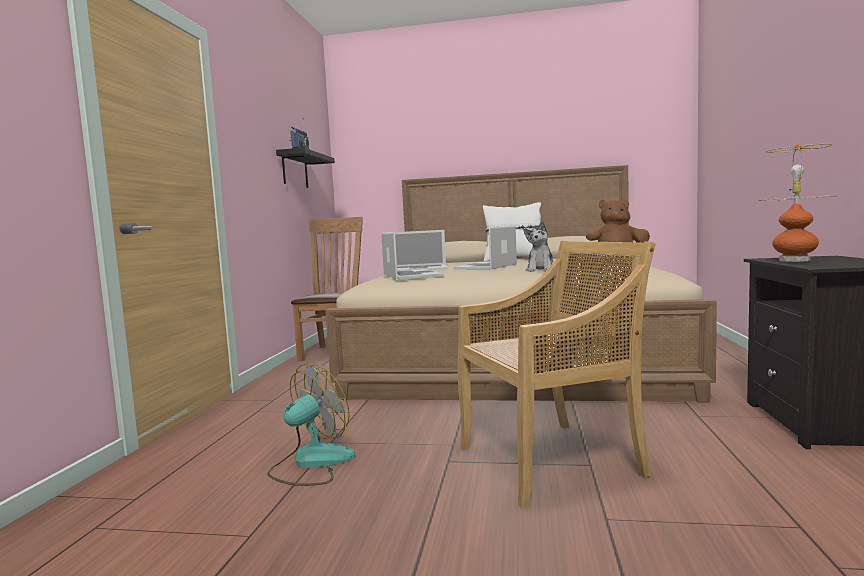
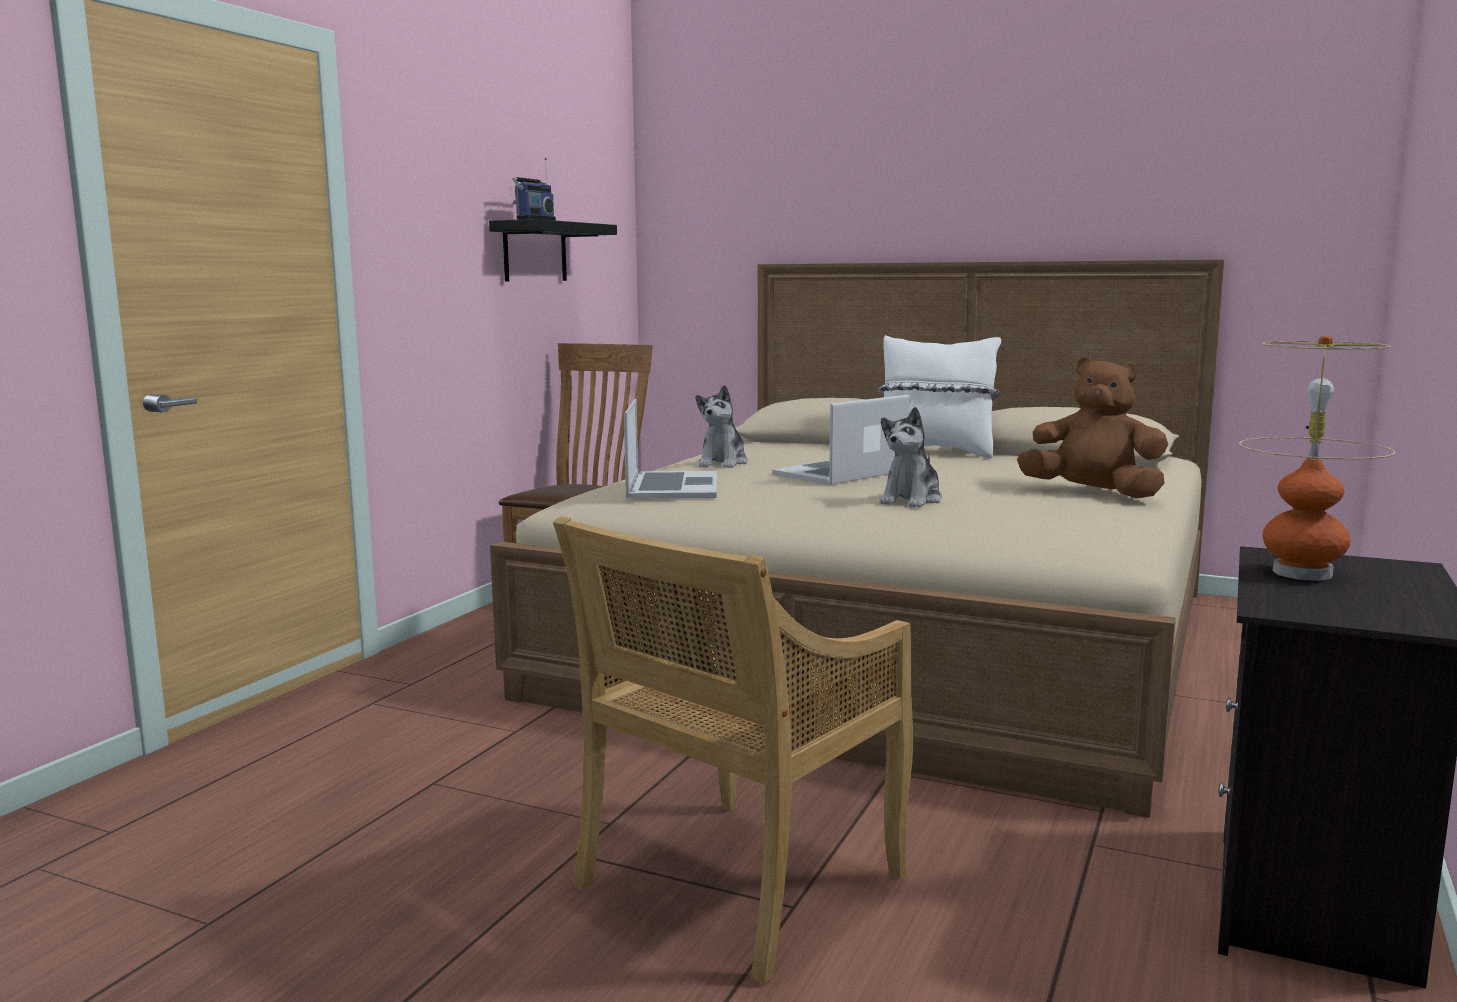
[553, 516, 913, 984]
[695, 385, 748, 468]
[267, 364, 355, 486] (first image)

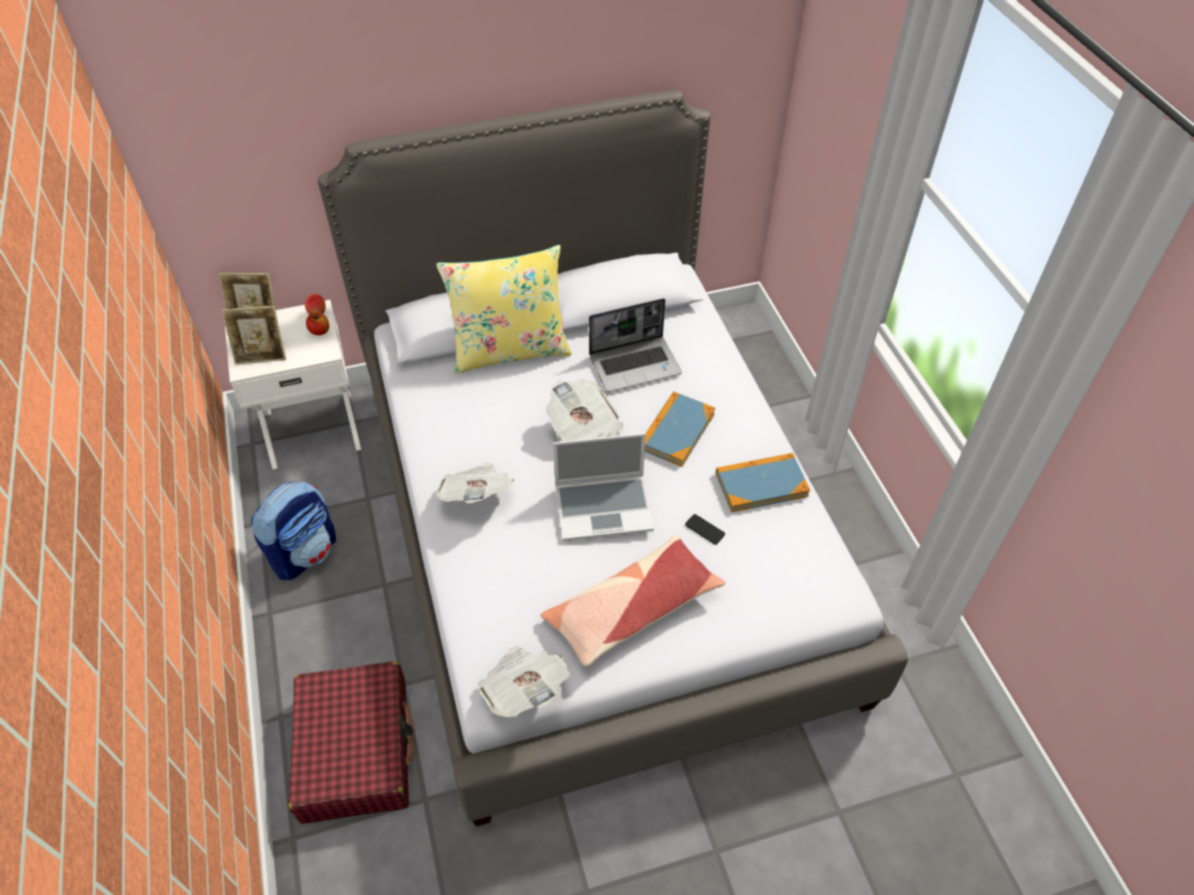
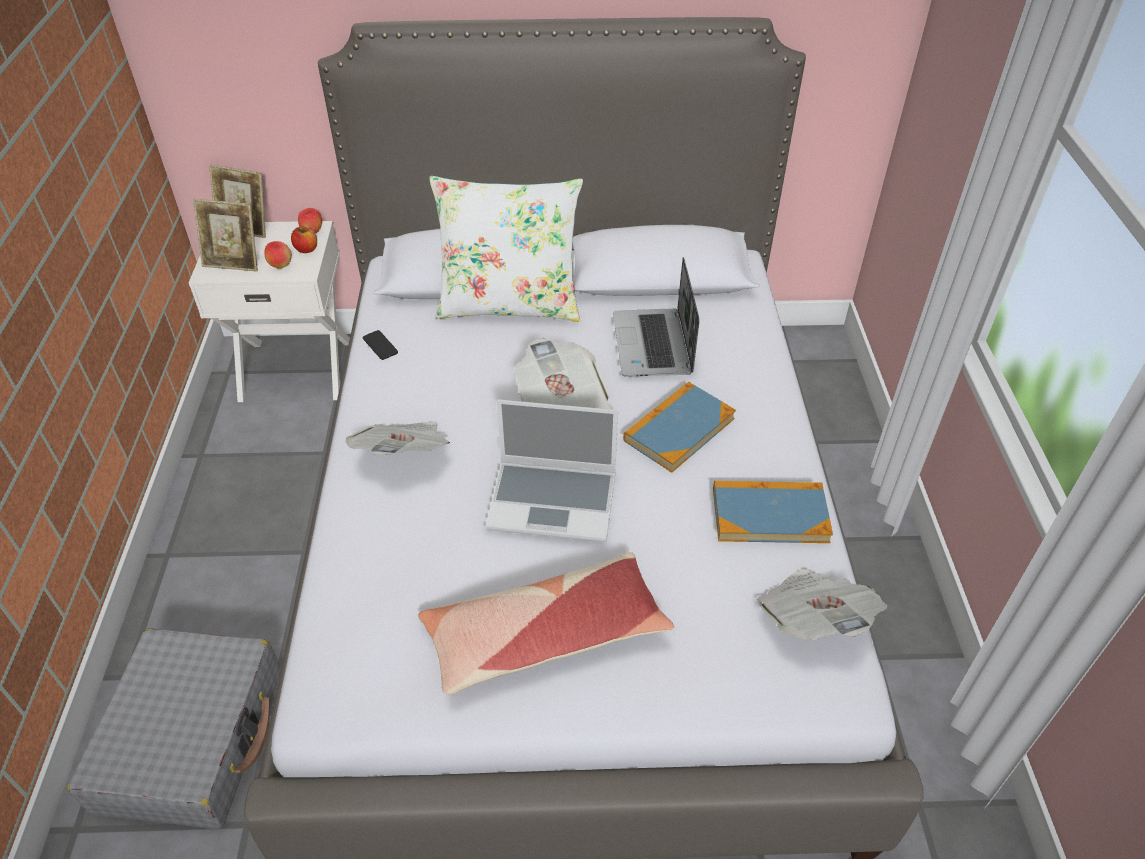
[67, 628, 281, 829]
[264, 241, 292, 269]
[363, 330, 398, 360]
[429, 176, 583, 322]
[613, 257, 700, 377]
[756, 568, 887, 640]
[251, 482, 336, 580] (first image)

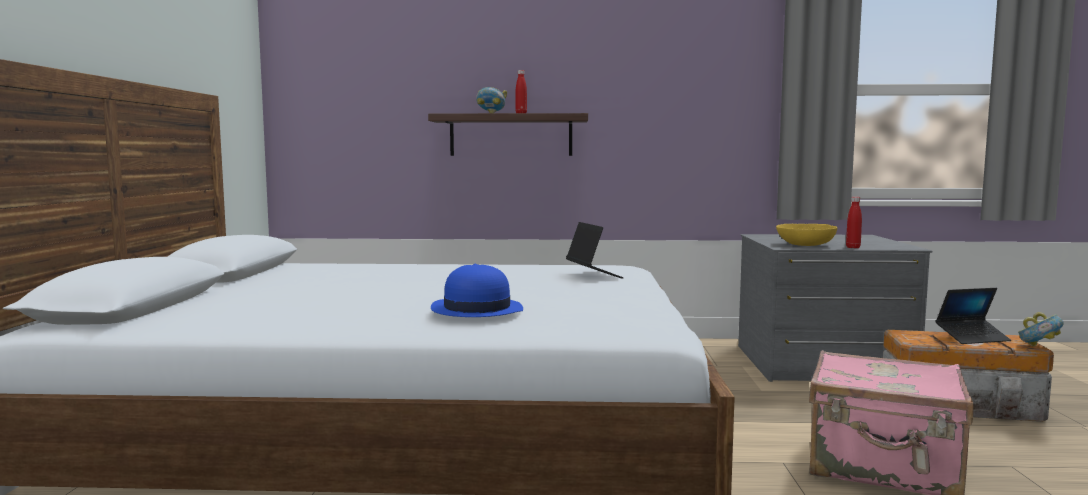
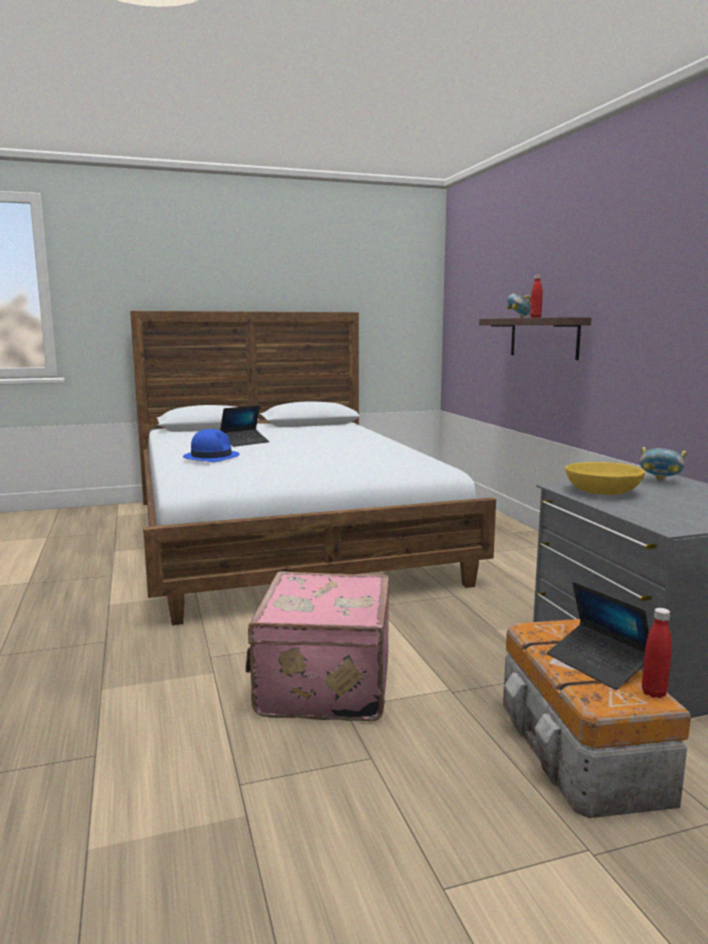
[220, 405, 269, 447]
[640, 447, 687, 481]
[642, 608, 672, 698]

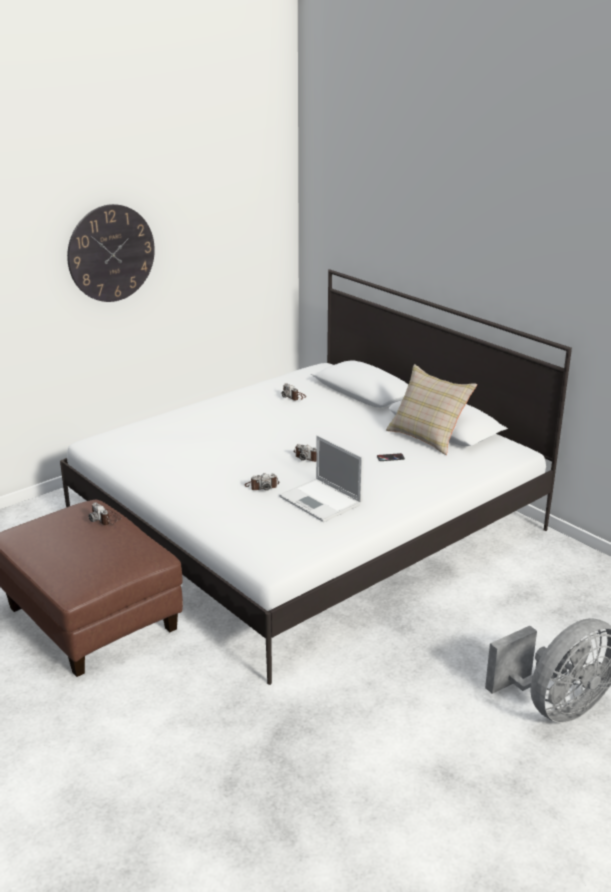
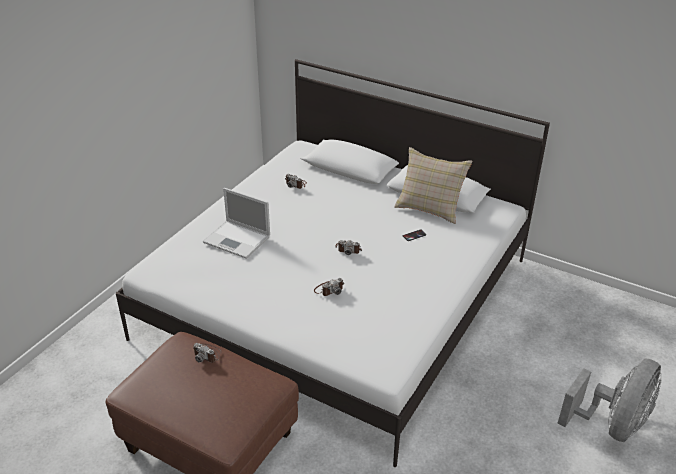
[203, 188, 270, 259]
[67, 204, 155, 302] (first image)

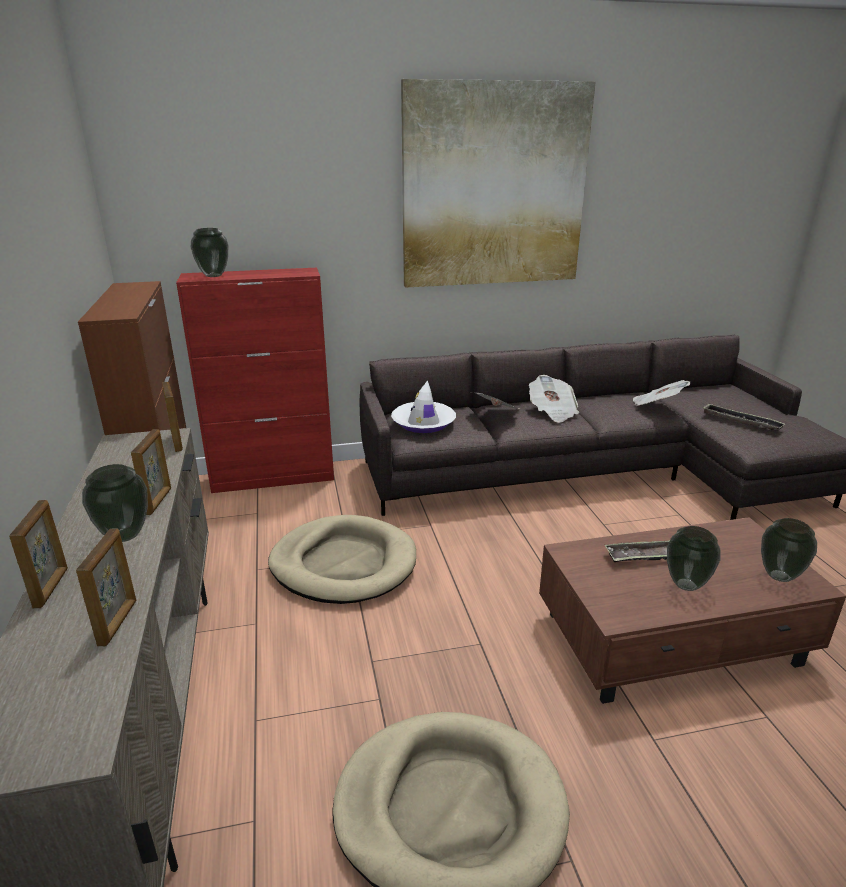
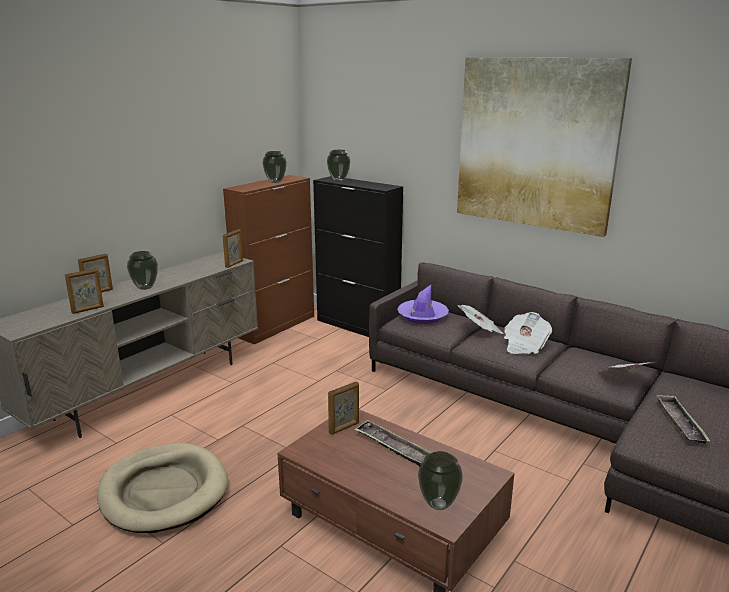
[263, 151, 287, 183]
[313, 176, 403, 337]
[328, 381, 359, 435]
[397, 285, 449, 324]
[268, 515, 416, 604] (first image)

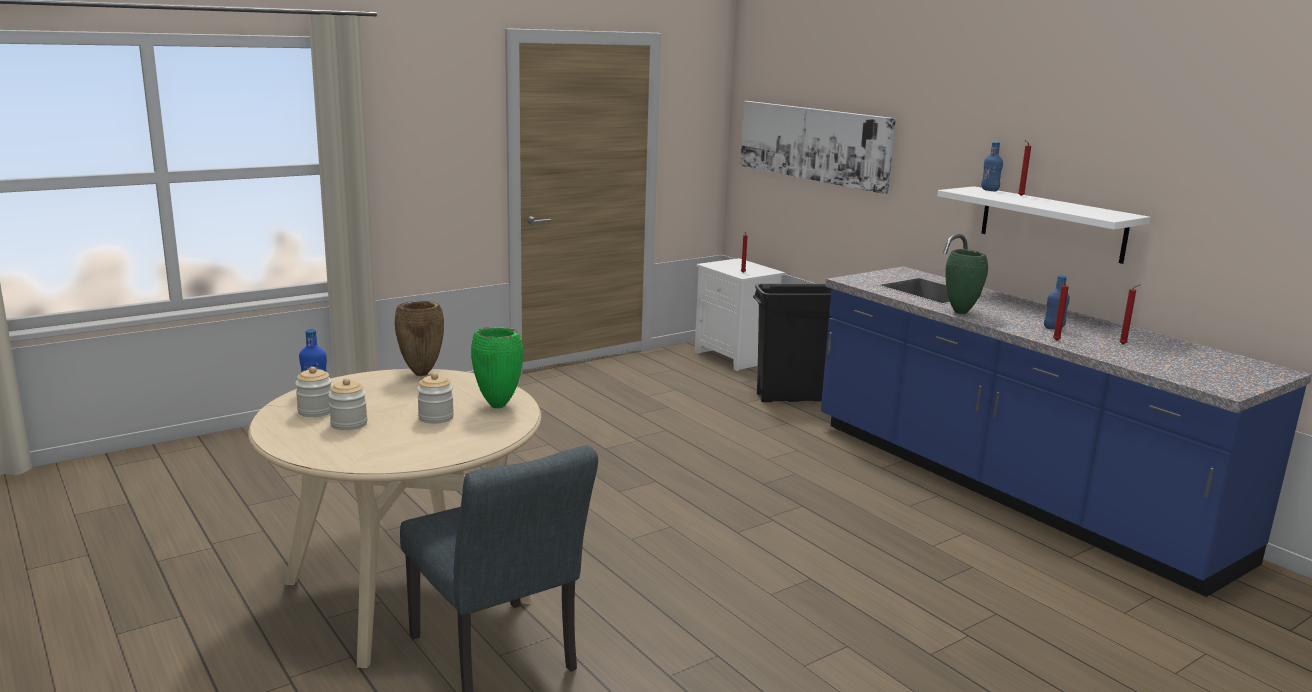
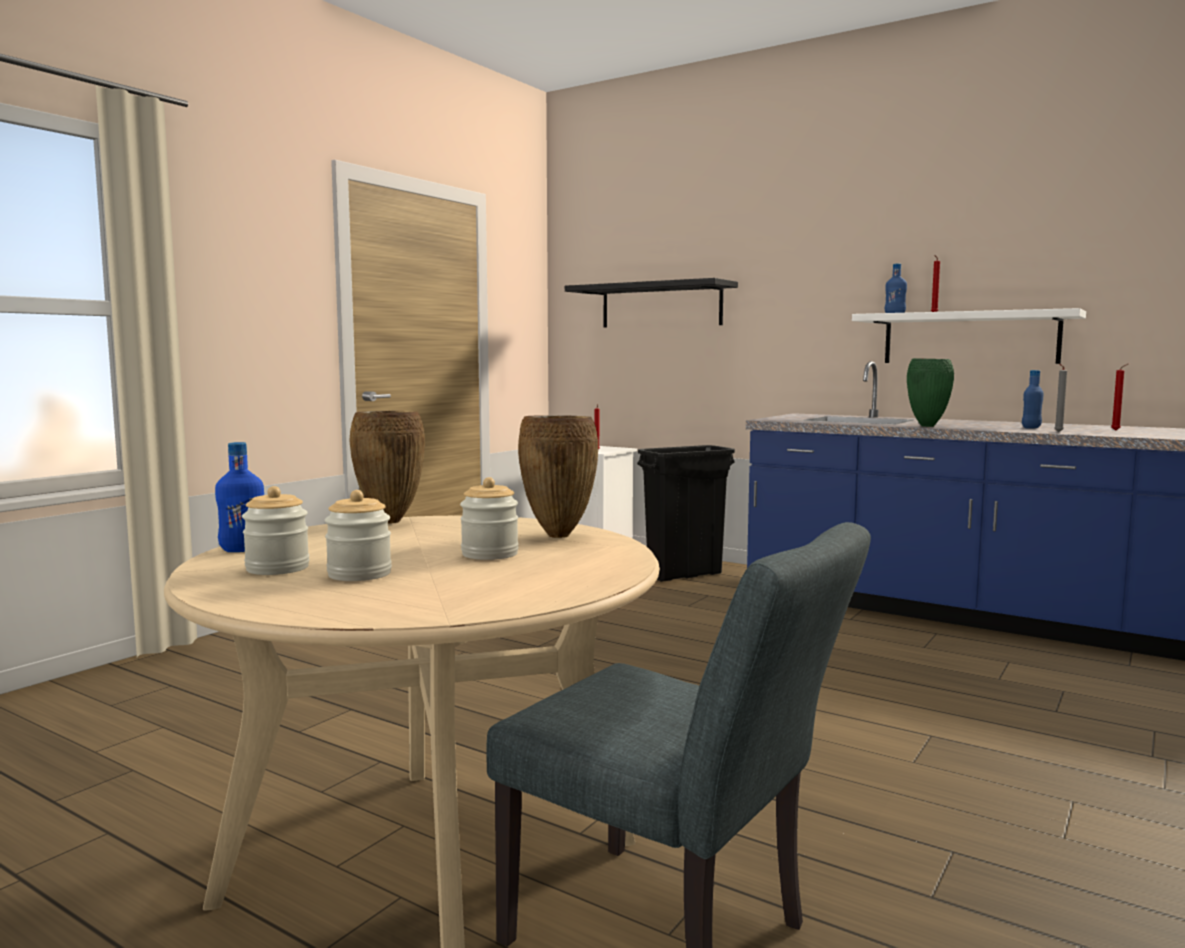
[518, 415, 598, 538]
[565, 278, 738, 328]
[1055, 364, 1067, 432]

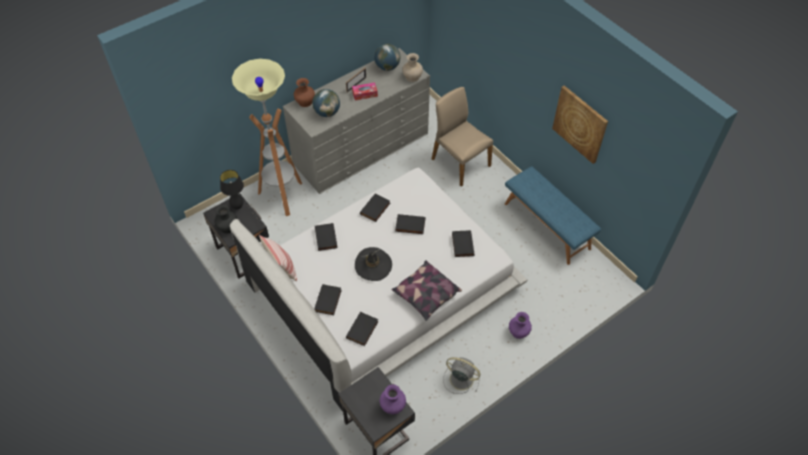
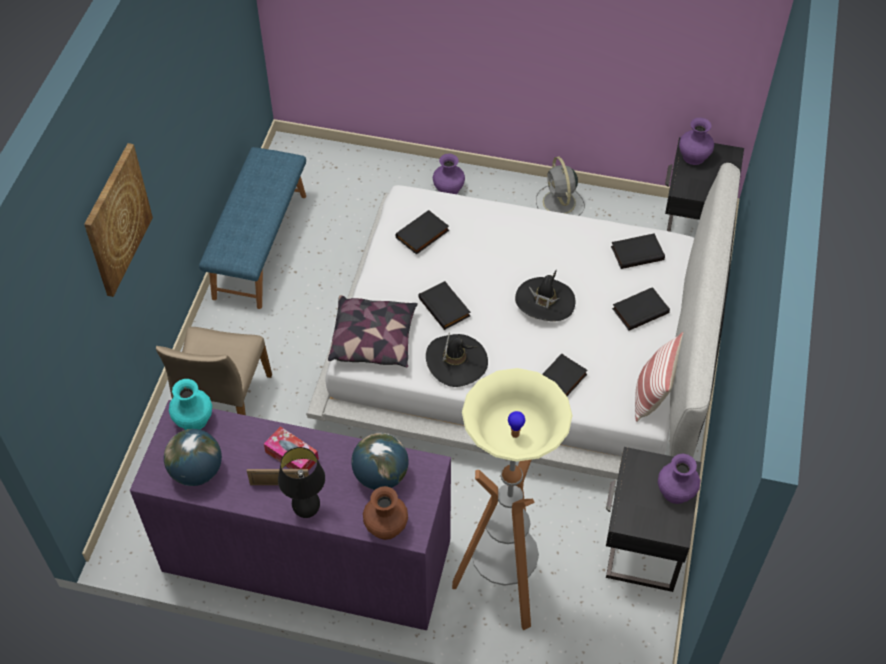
[84, 143, 153, 297]
[130, 400, 451, 631]
[169, 379, 212, 430]
[278, 447, 325, 518]
[328, 295, 418, 367]
[426, 332, 488, 387]
[658, 454, 700, 504]

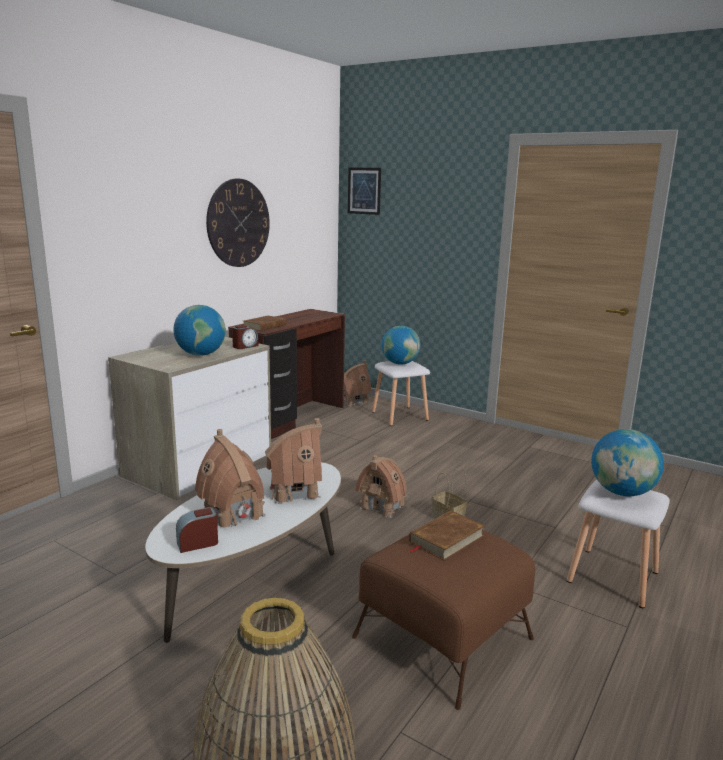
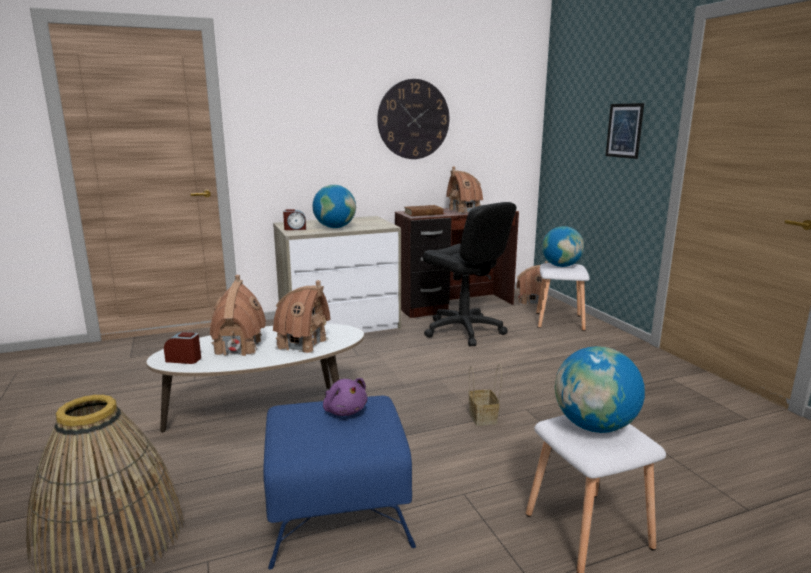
[263, 396, 416, 570]
[283, 209, 306, 230]
[323, 378, 367, 416]
[423, 202, 516, 346]
[446, 167, 483, 213]
[606, 103, 644, 159]

